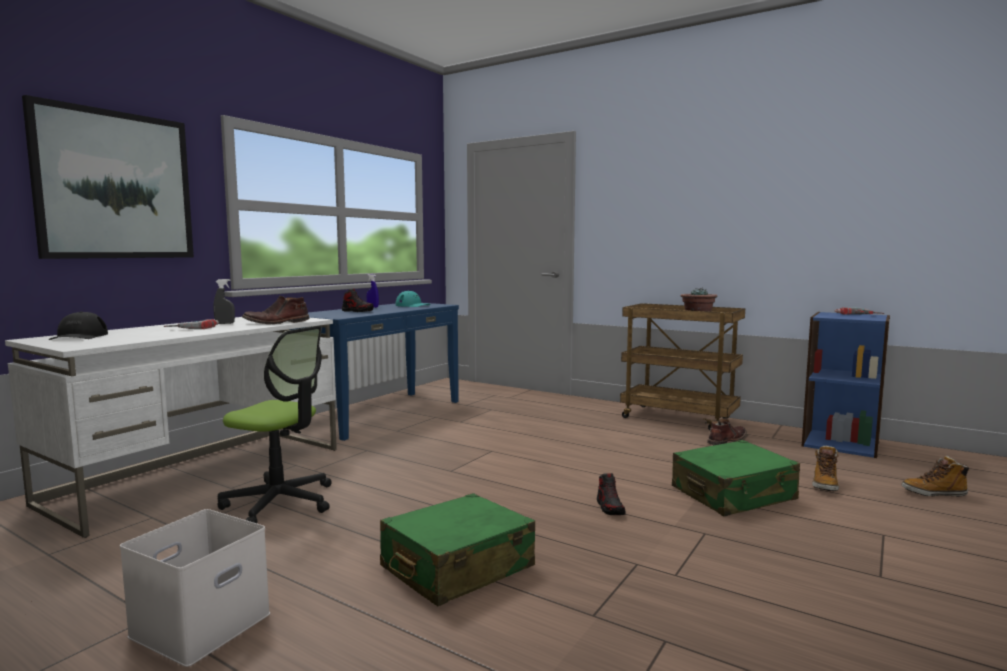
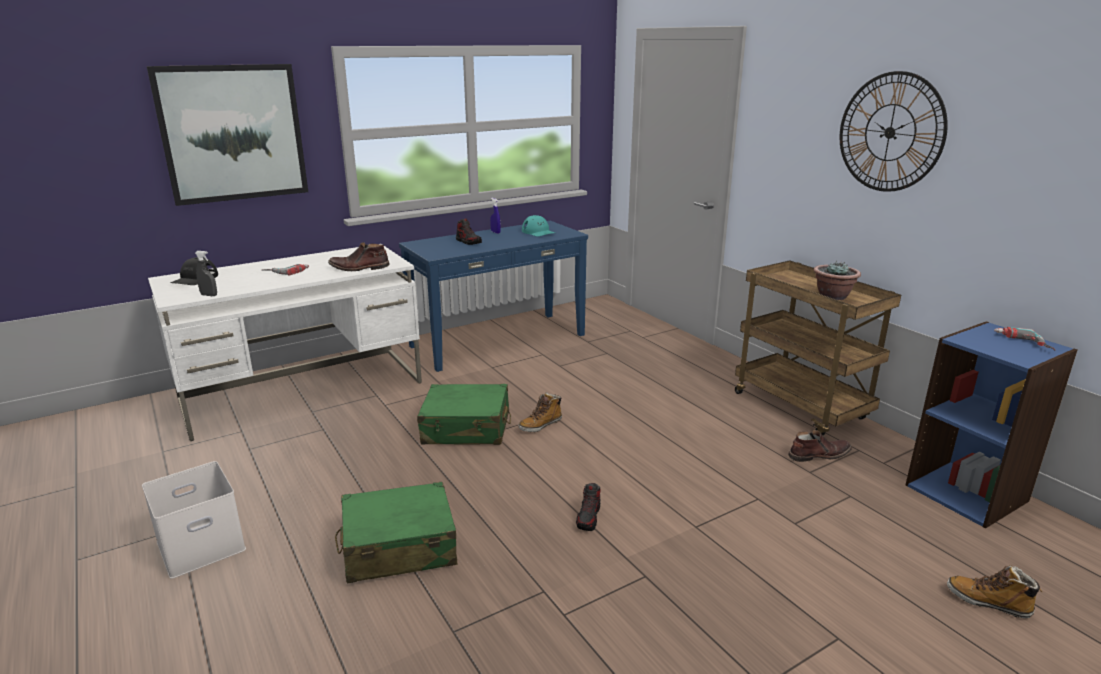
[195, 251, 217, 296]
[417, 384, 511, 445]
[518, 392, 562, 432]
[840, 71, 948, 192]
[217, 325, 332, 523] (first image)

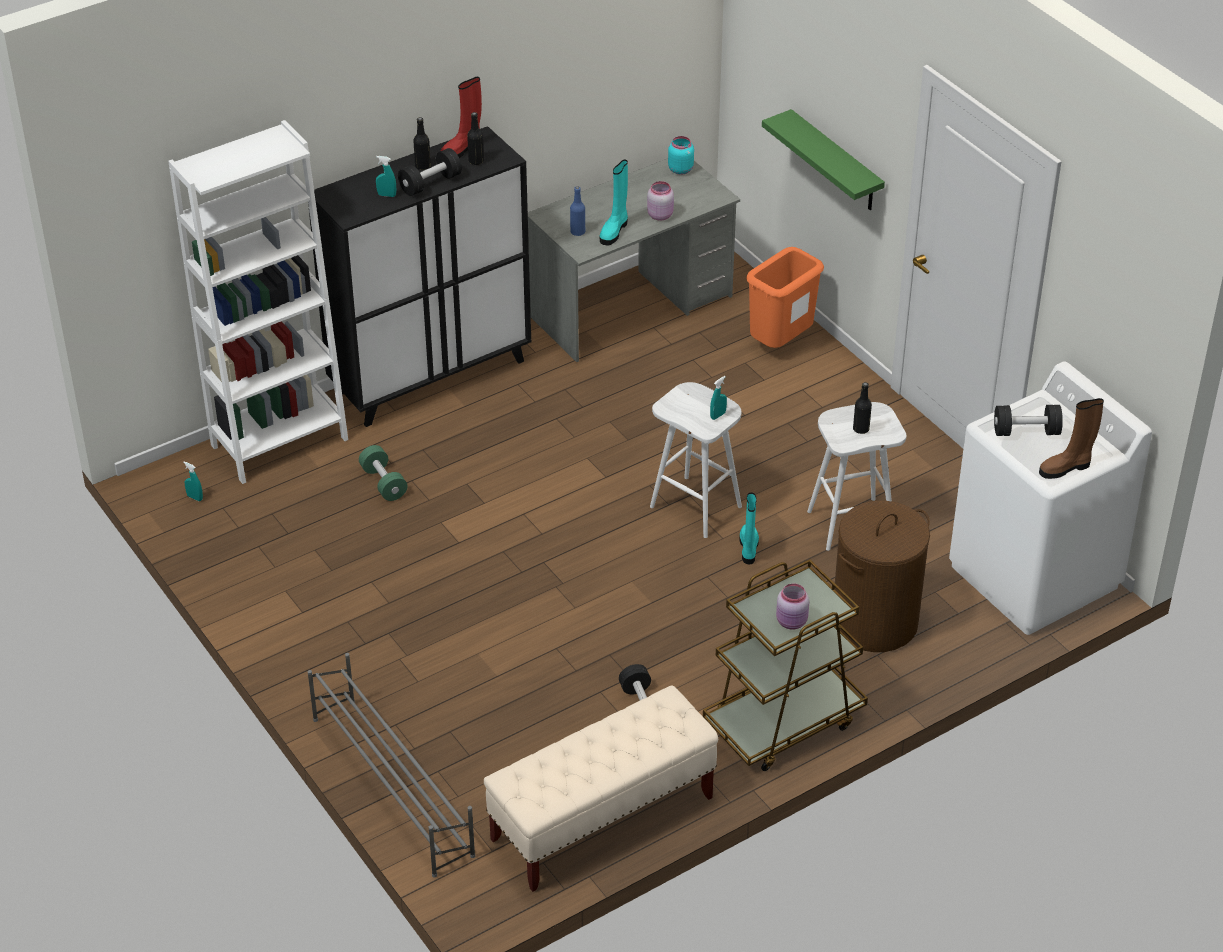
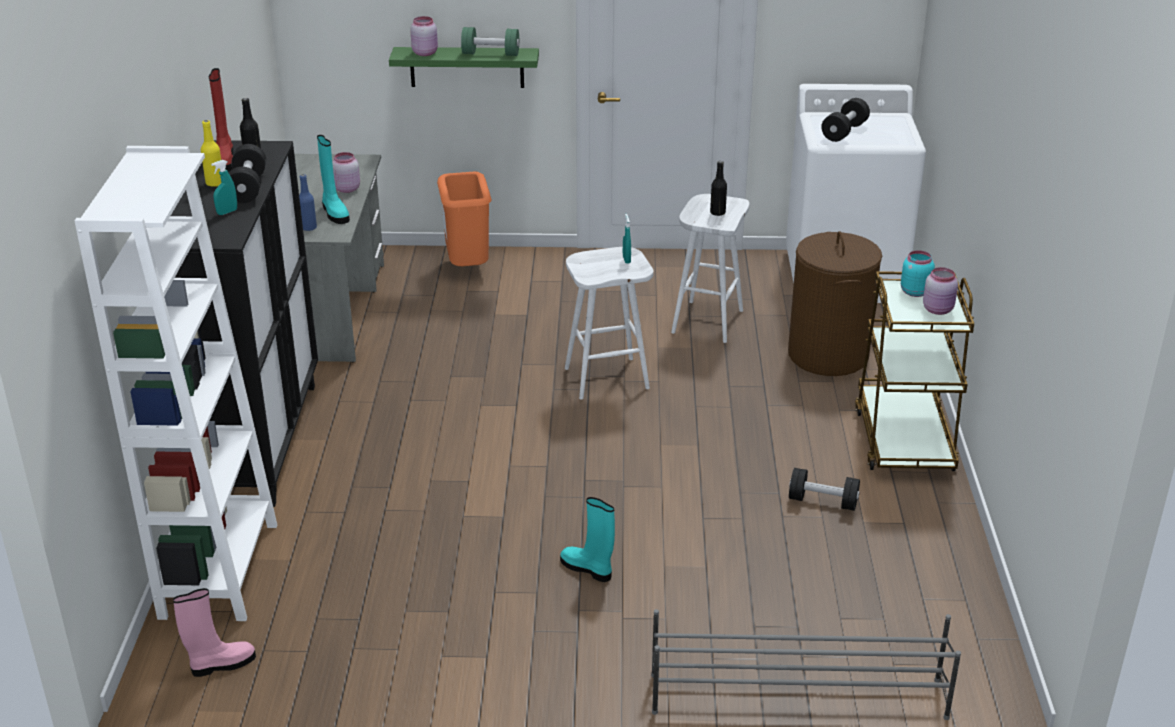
[173, 588, 256, 677]
[201, 120, 221, 187]
[410, 16, 438, 56]
[461, 27, 519, 56]
[560, 497, 615, 582]
[901, 250, 935, 297]
[484, 685, 718, 892] (first image)
[1039, 398, 1104, 479] (first image)

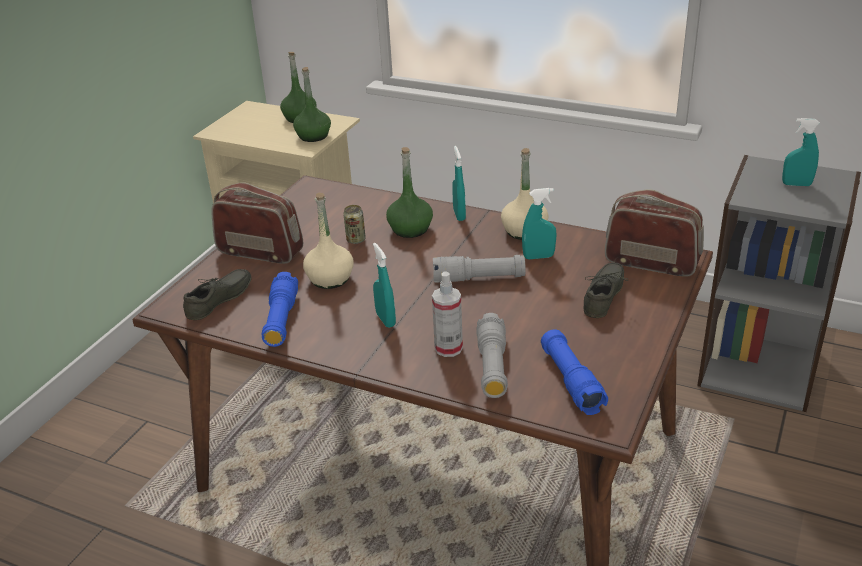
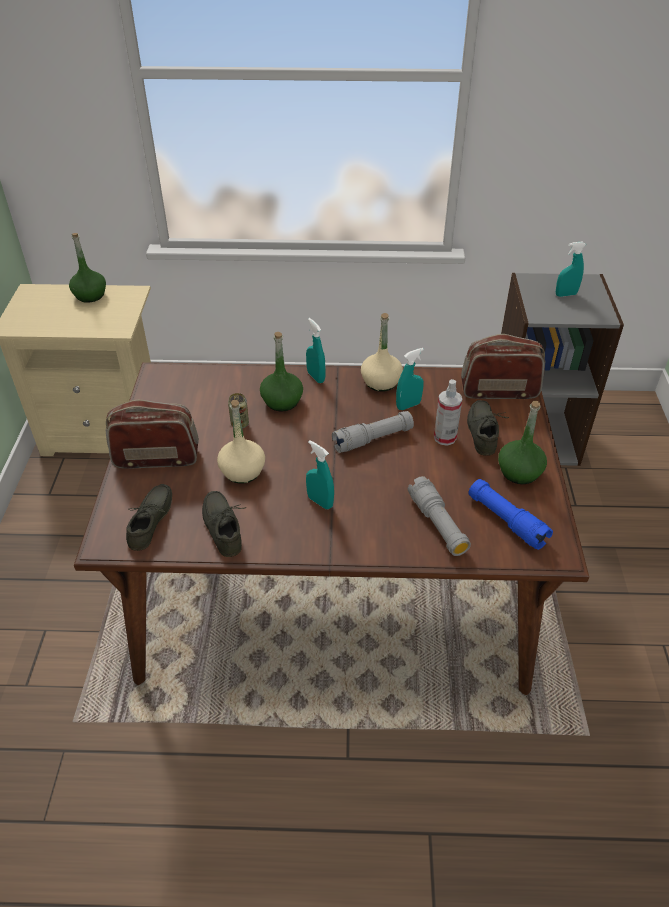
[202, 491, 246, 557]
[434, 379, 462, 446]
[498, 401, 547, 484]

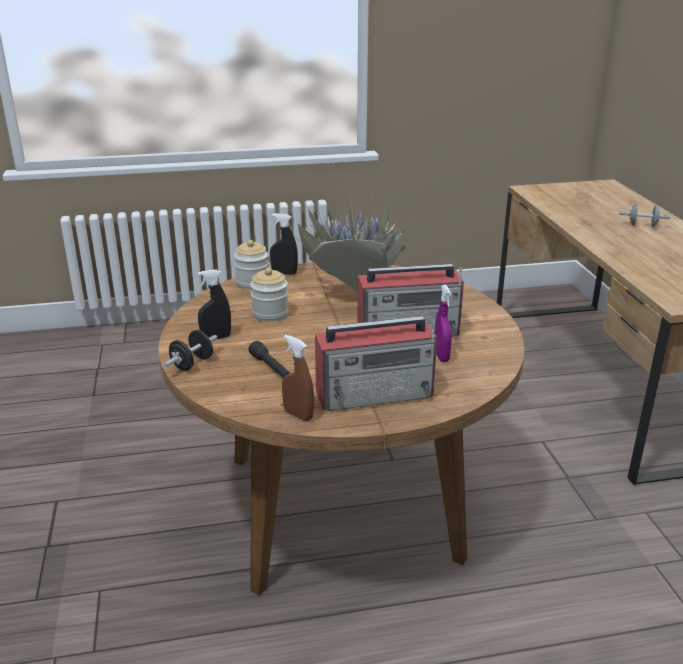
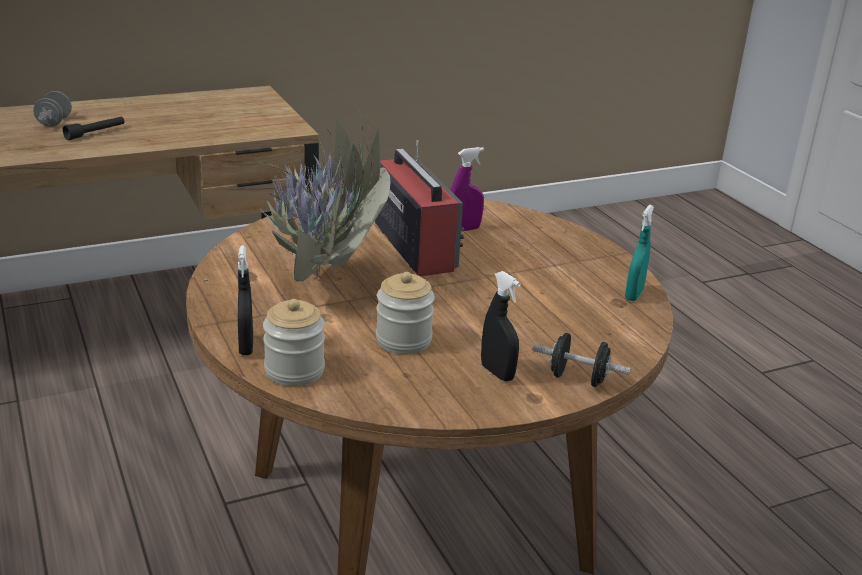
[63, 117, 124, 140]
[625, 205, 654, 301]
[315, 316, 437, 411] (first image)

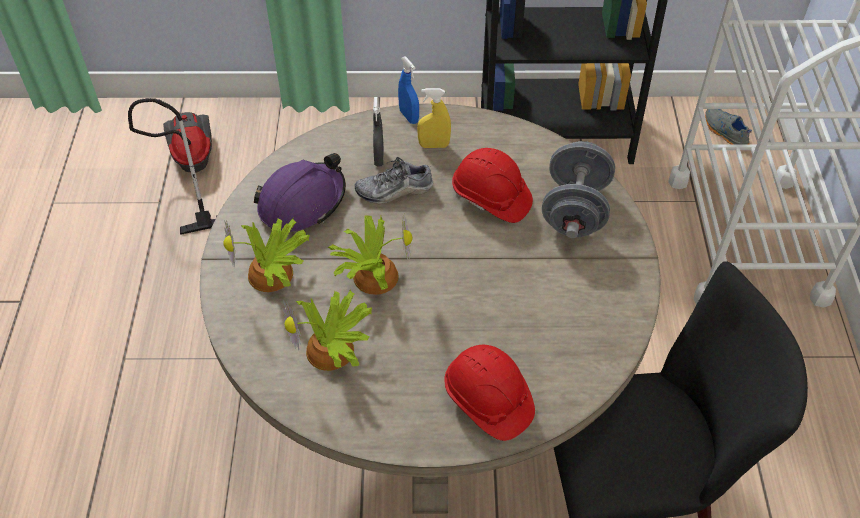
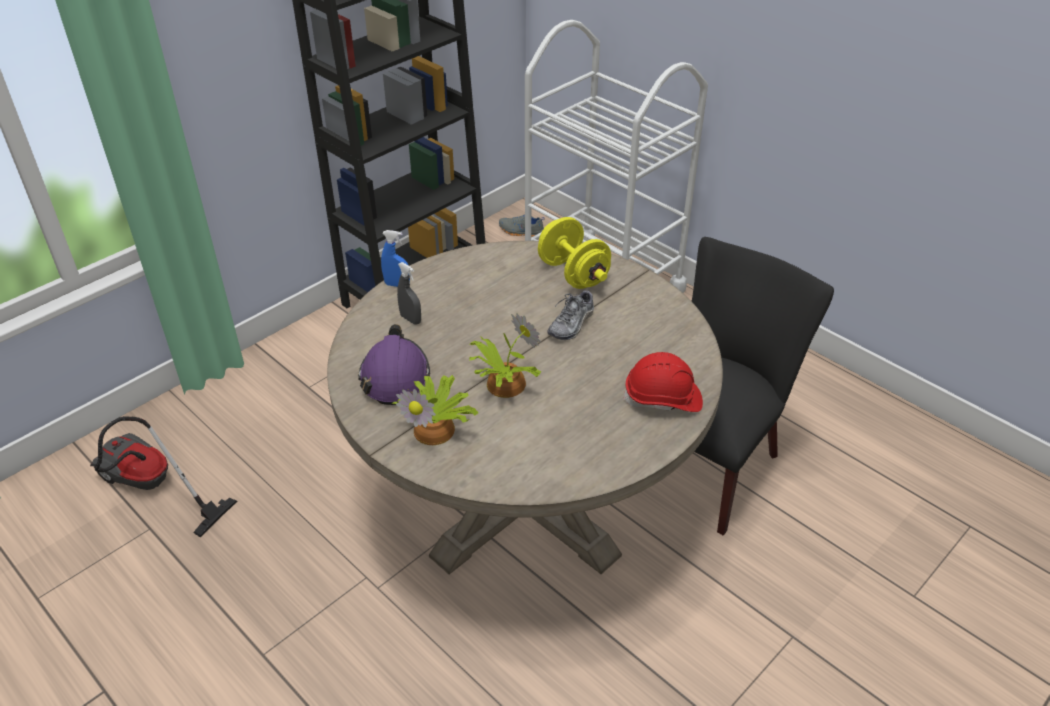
[538, 217, 611, 289]
[548, 290, 594, 340]
[283, 289, 372, 371] (first image)
[417, 88, 451, 148] (first image)
[452, 148, 533, 223] (first image)

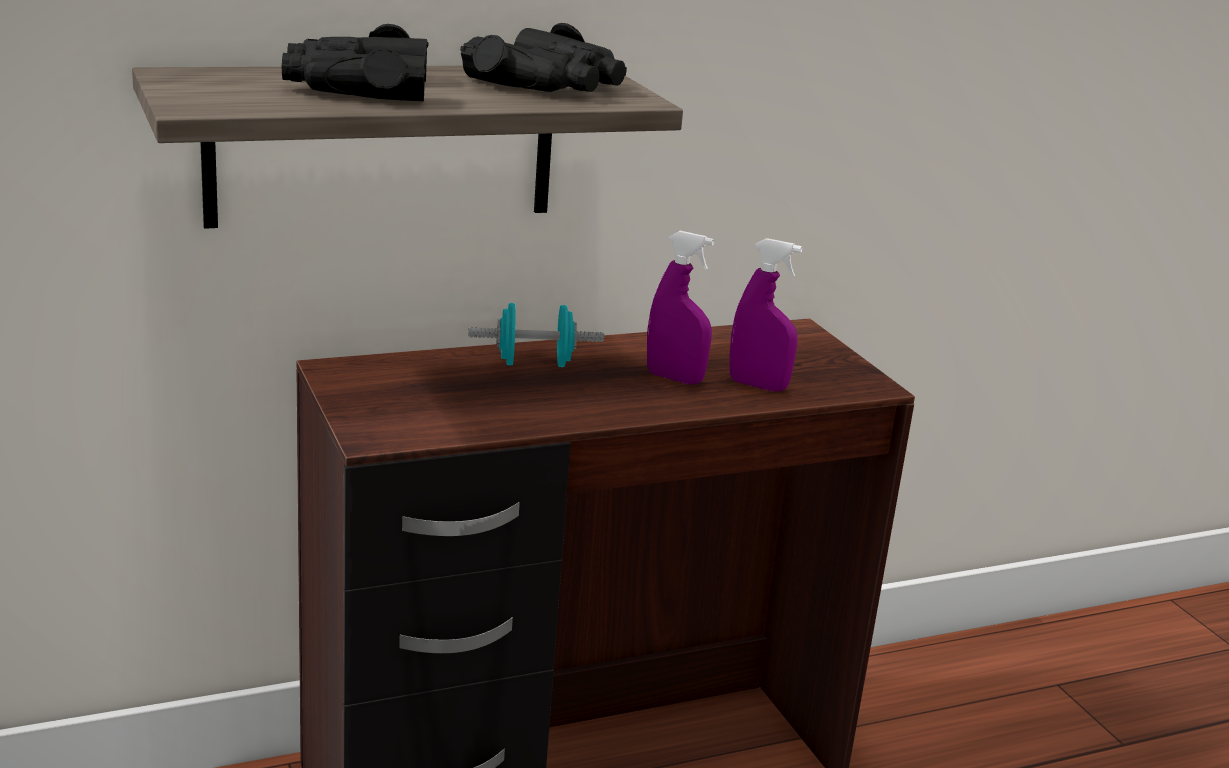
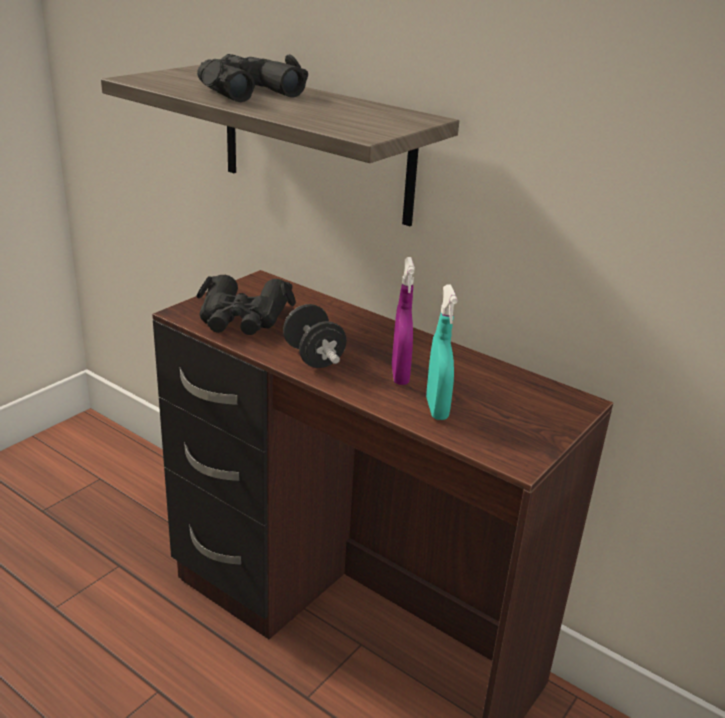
[196, 275, 296, 335]
[283, 304, 346, 368]
[426, 284, 457, 420]
[469, 303, 604, 367] (first image)

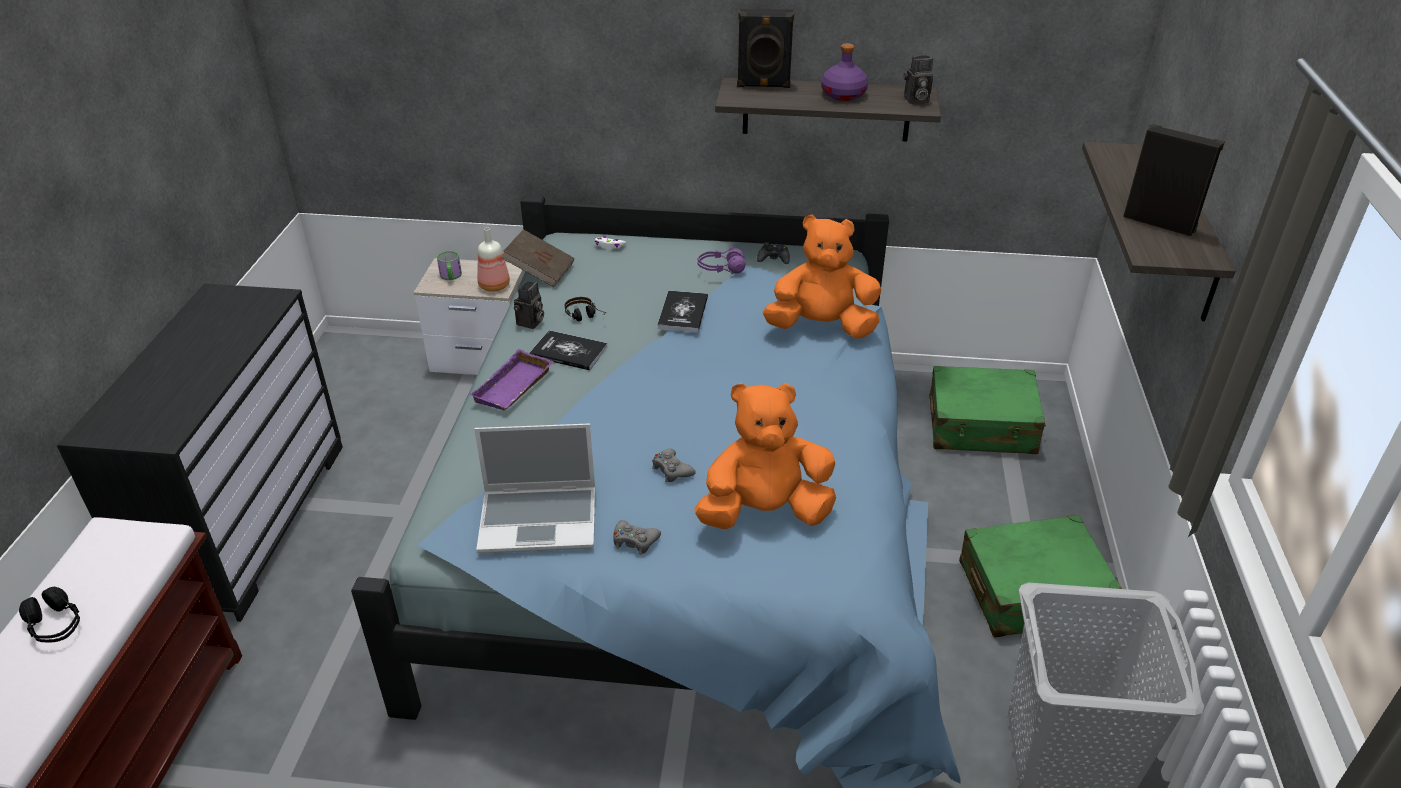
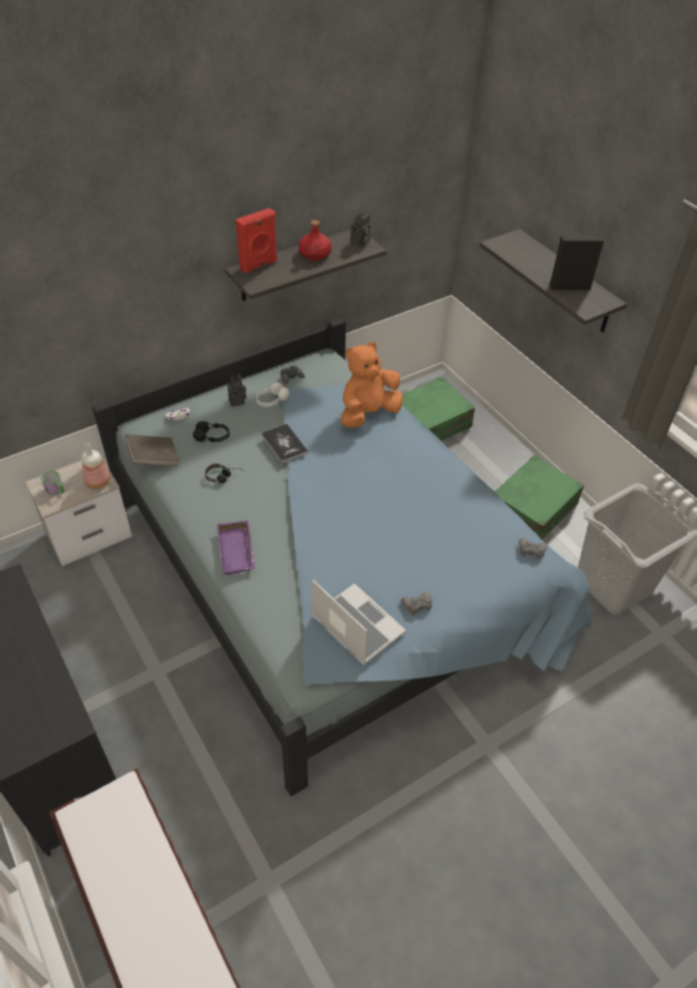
[193, 421, 230, 443]
[227, 374, 247, 407]
[235, 208, 278, 273]
[257, 382, 290, 406]
[299, 220, 332, 261]
[312, 580, 406, 665]
[519, 538, 547, 560]
[530, 330, 608, 371] (first image)
[695, 383, 836, 529] (first image)

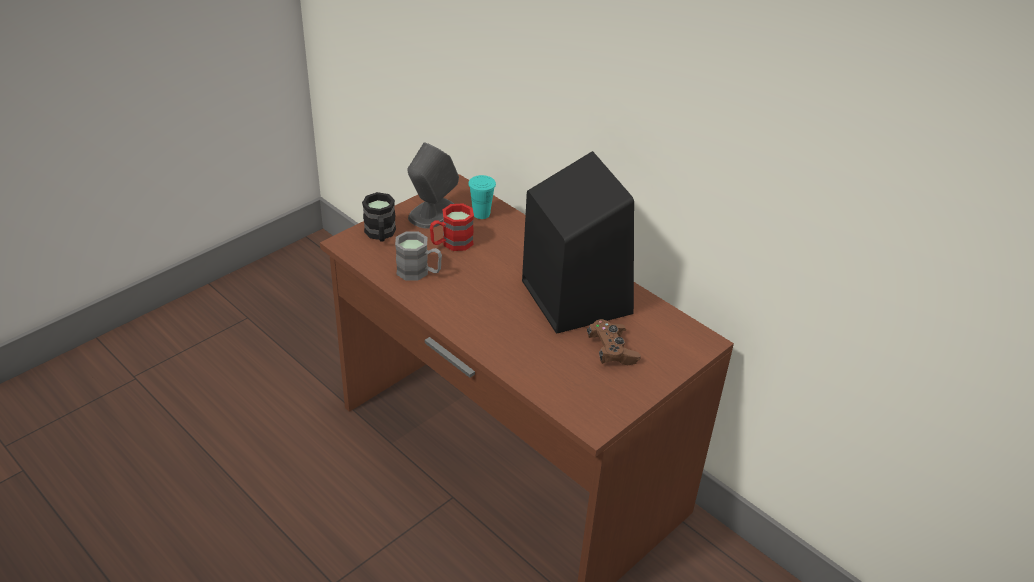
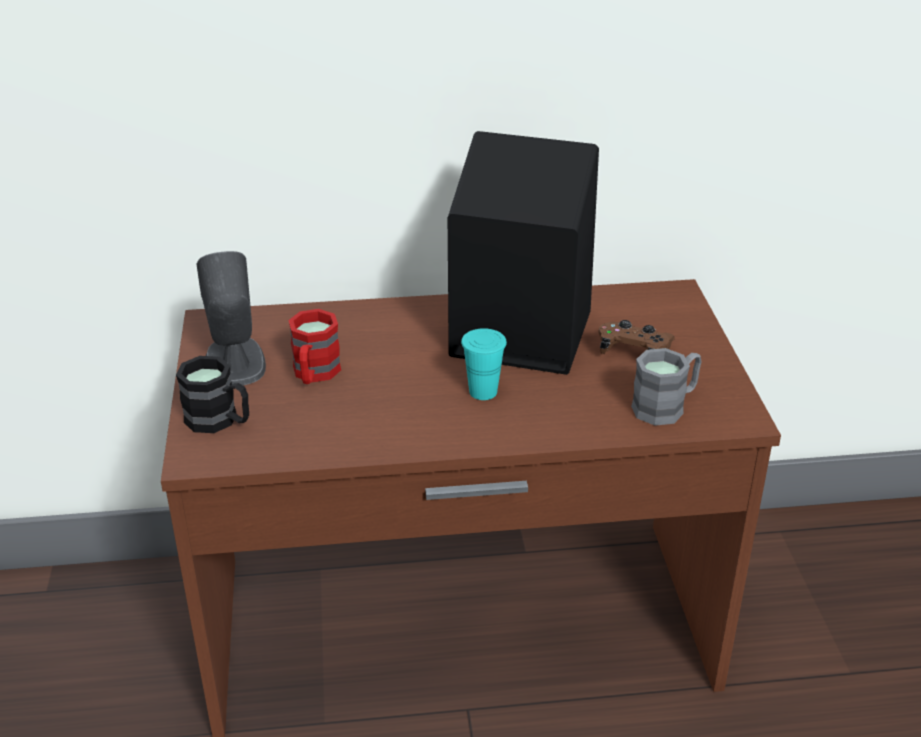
[461, 328, 507, 400]
[631, 348, 702, 426]

